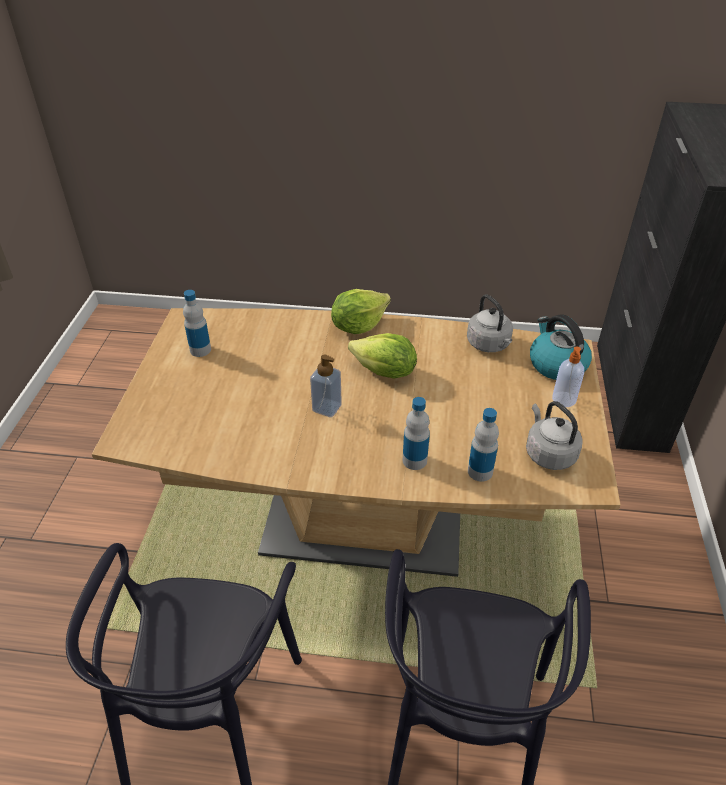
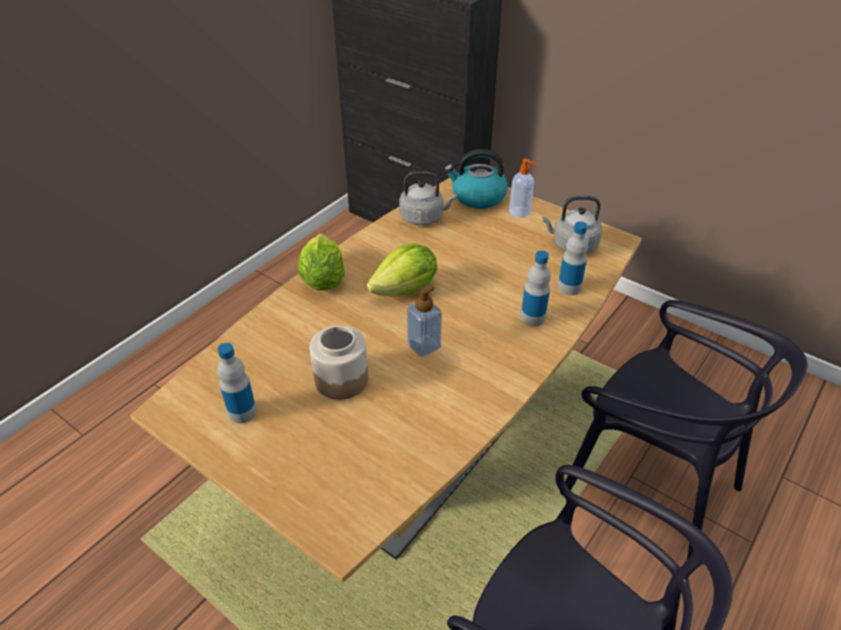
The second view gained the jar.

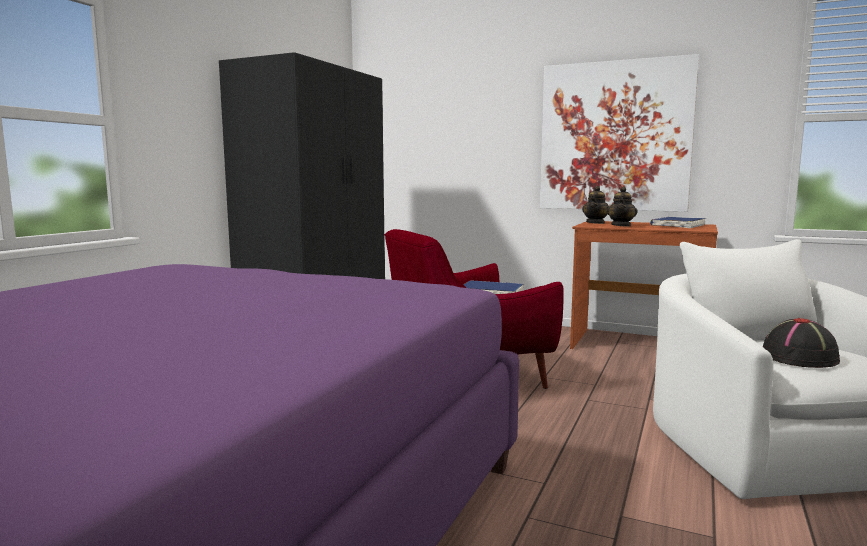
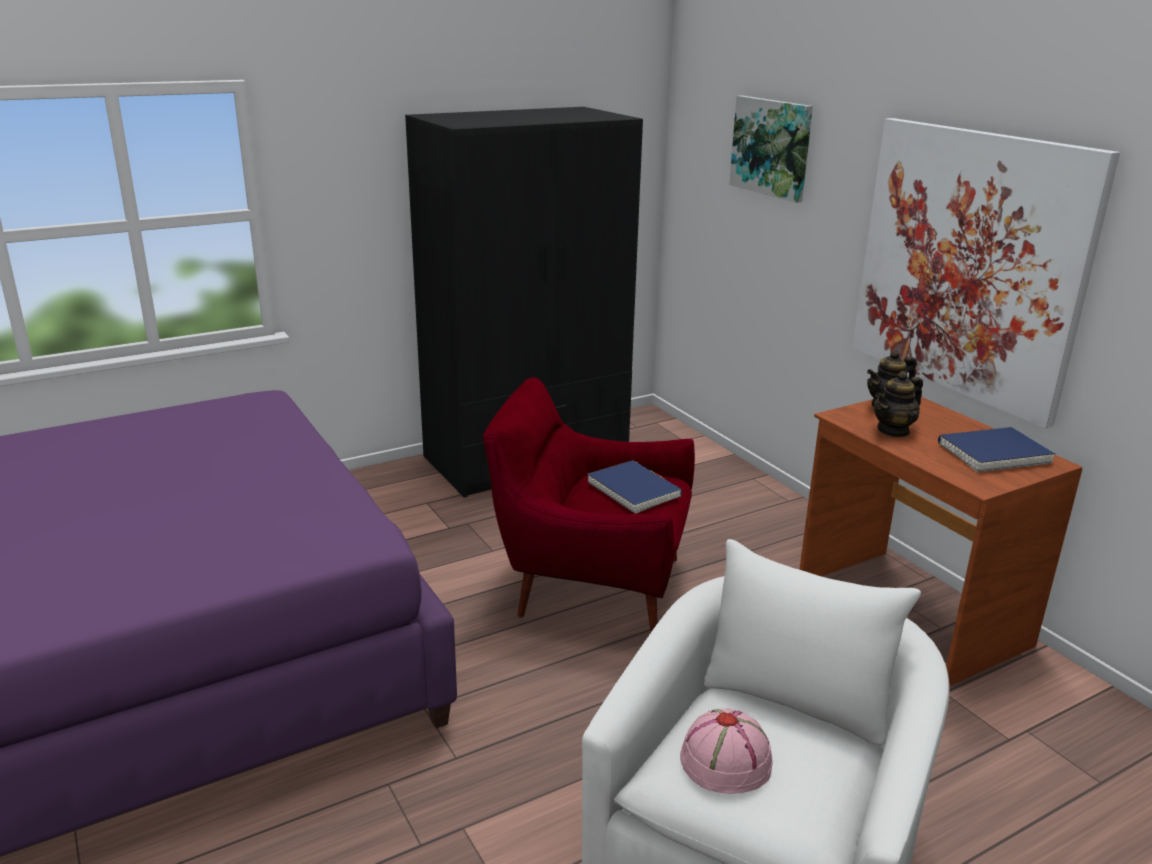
What was the black hat turned into the pink hat.
The second view gained the picture (1st from left).

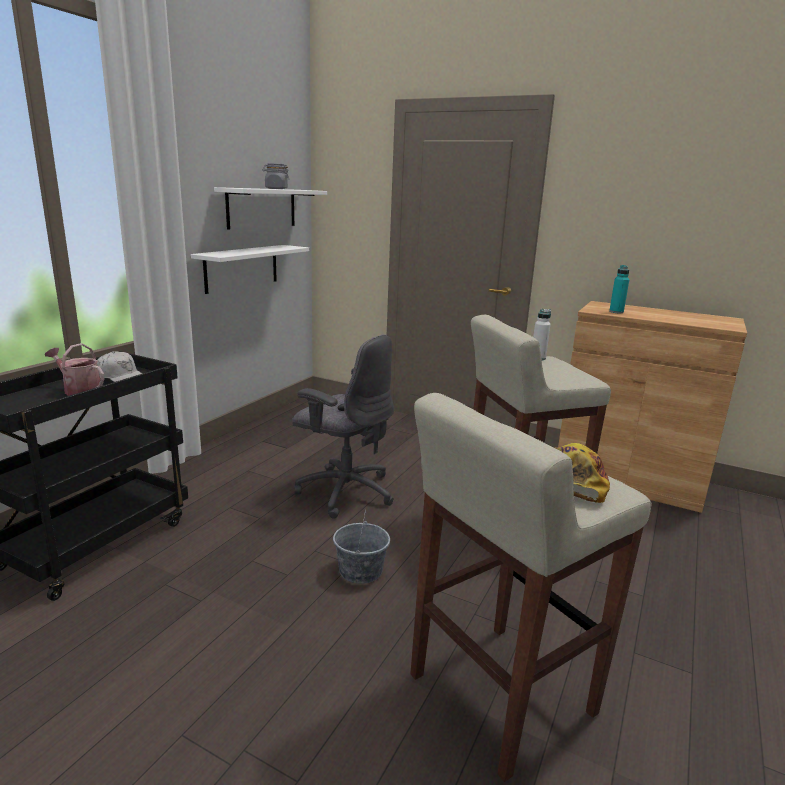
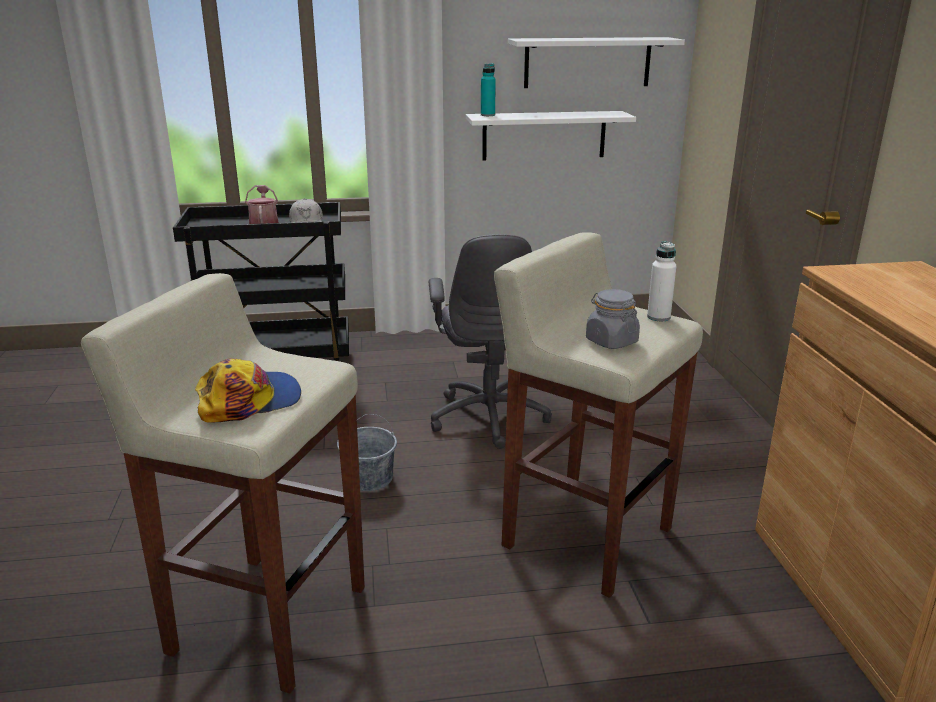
The turquoise bottle ended up elsewhere.
The grey jar ended up elsewhere.

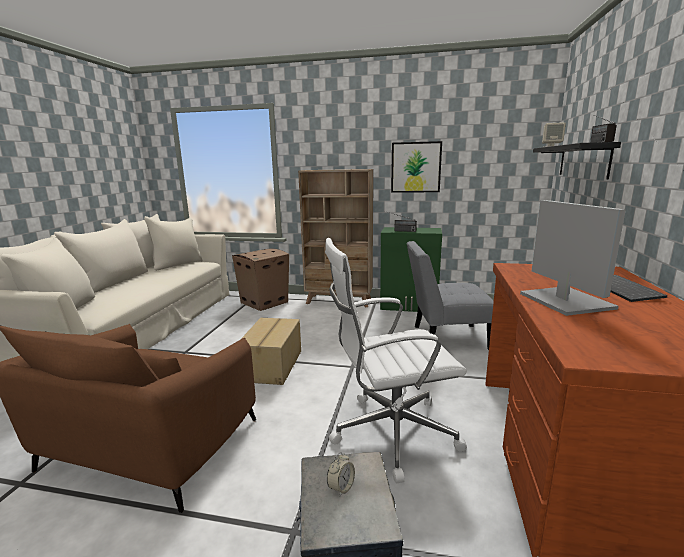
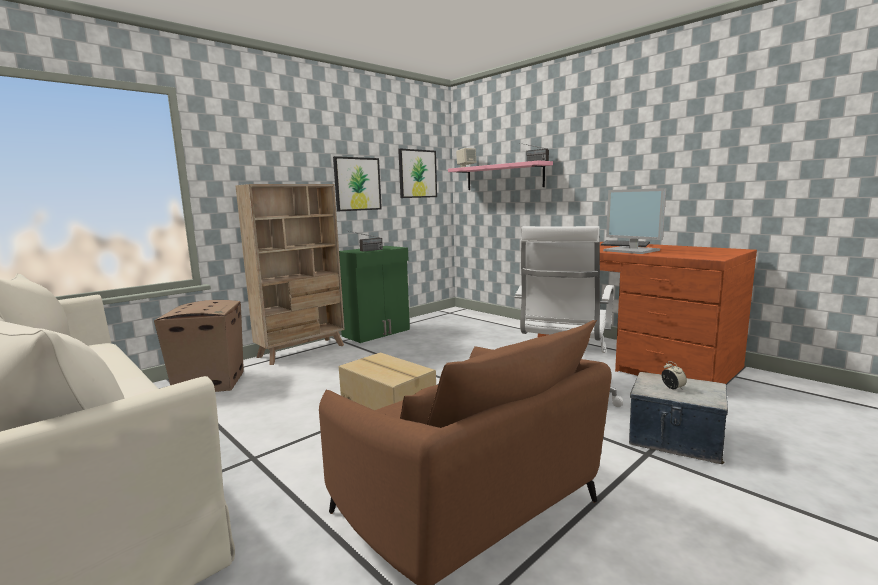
The second view gained the picture (2nd from left).
What was the black shelf turned into the pink shelf.
The monitor ended up facing another way, 150 degrees counterclockwise from before.
The second view lost the grey chair.

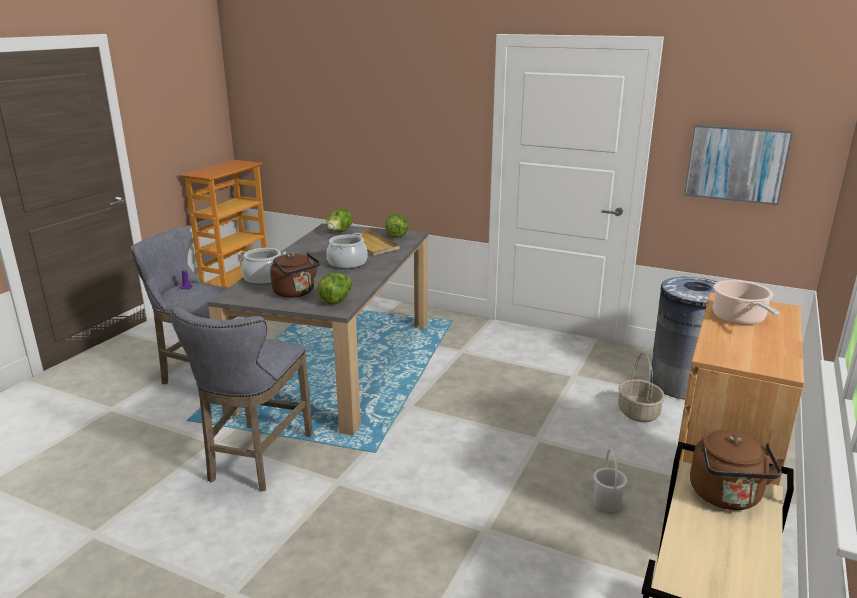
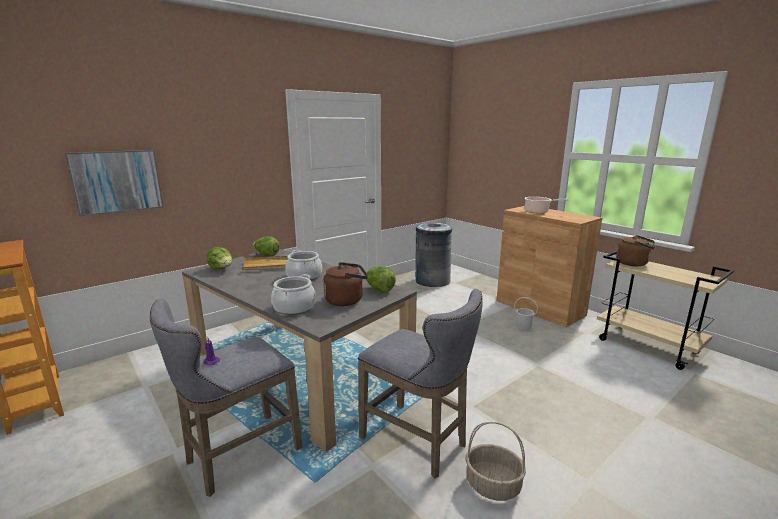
The picture ended up elsewhere.
The basket ended up elsewhere.

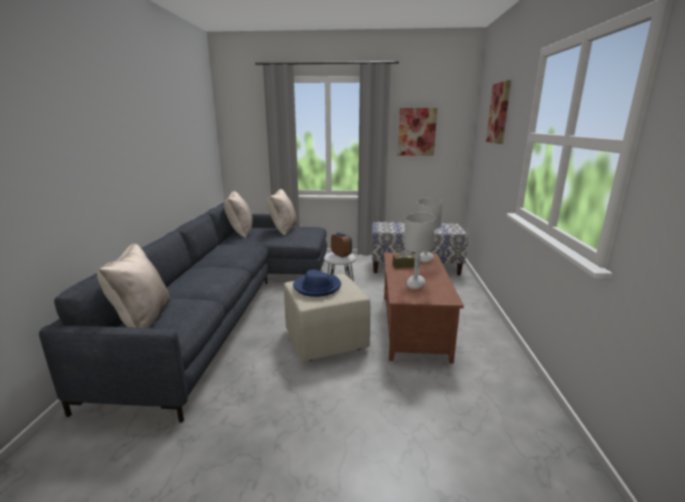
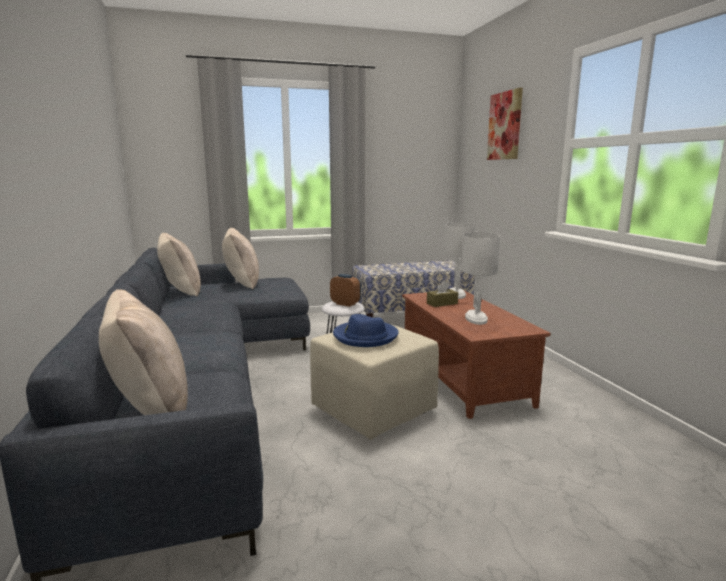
The second view lost the picture (1st from left).

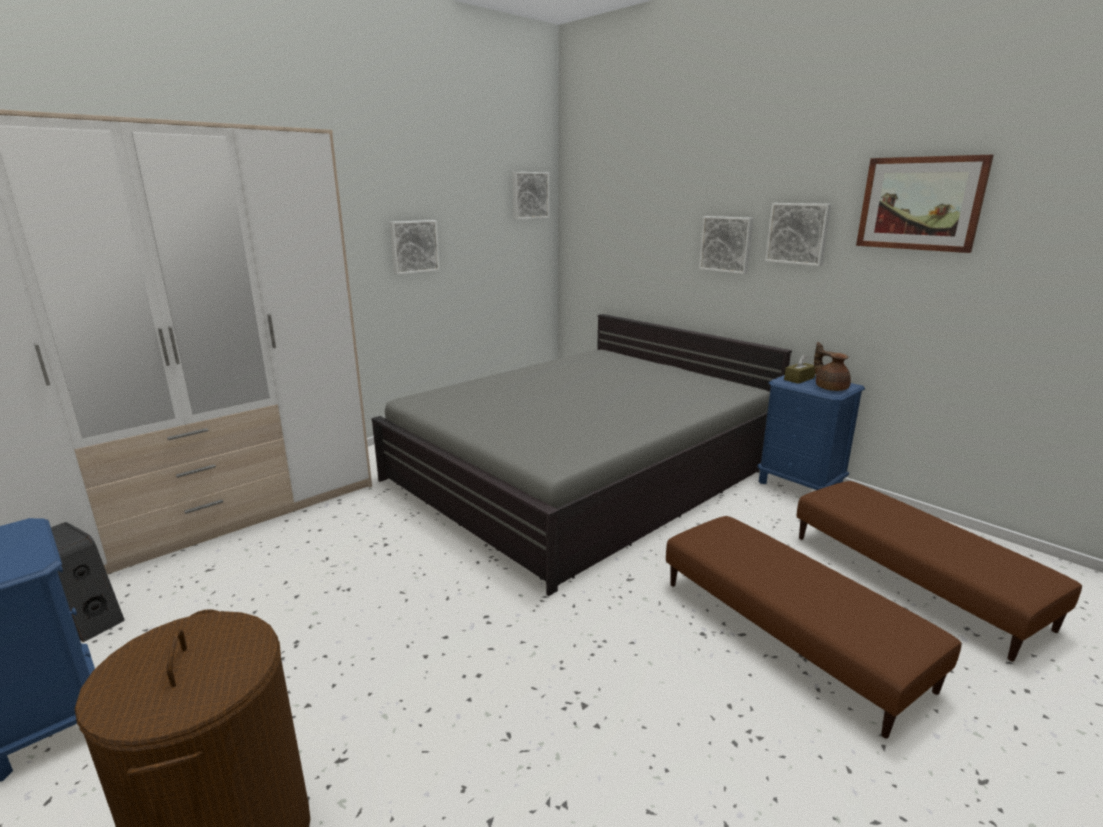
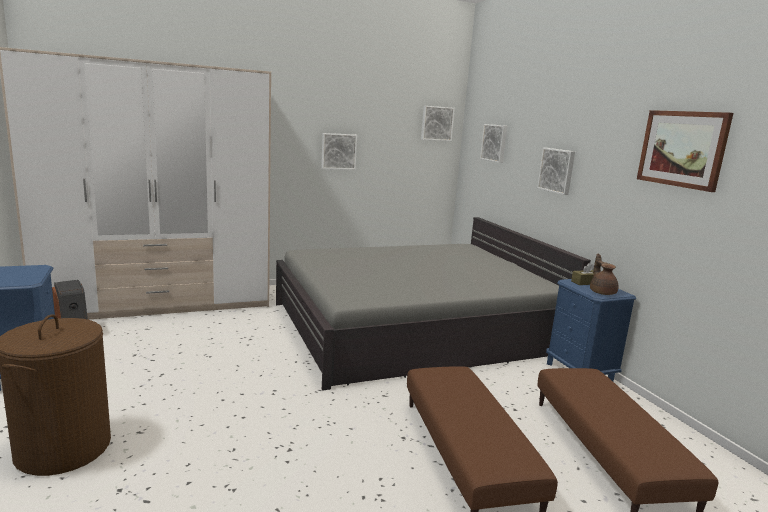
The picture (4th from left in the first image) ended up elsewhere.

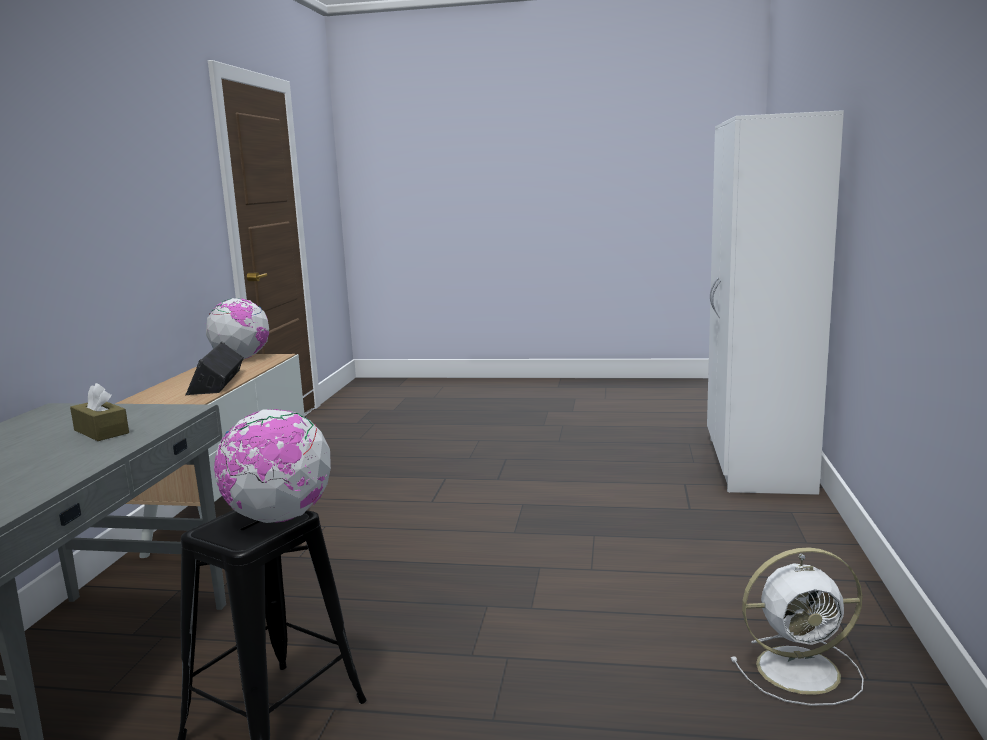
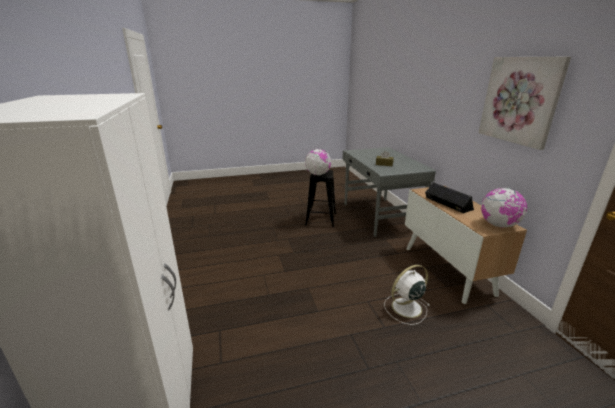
The white fan ended up elsewhere.
The second view gained the picture.

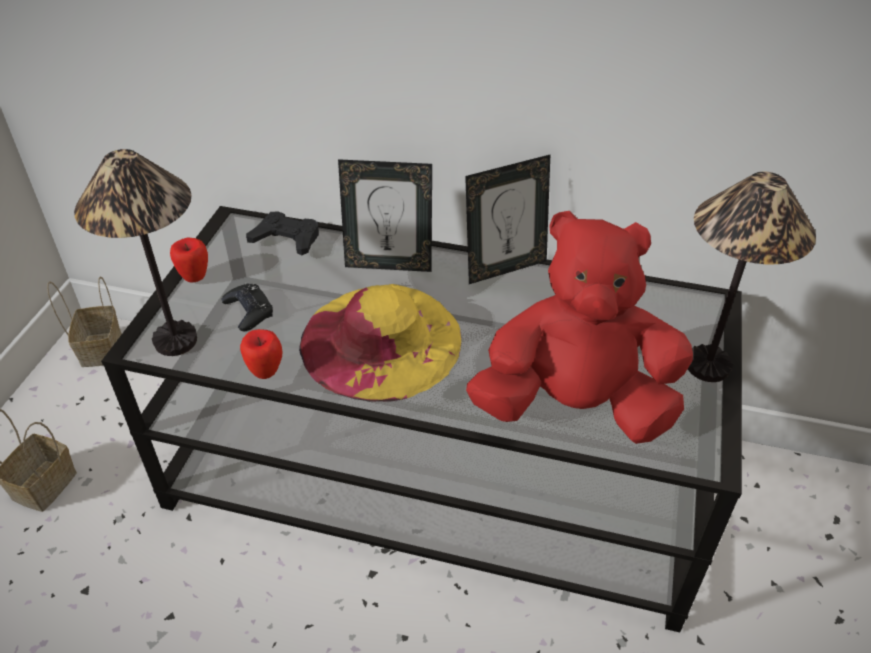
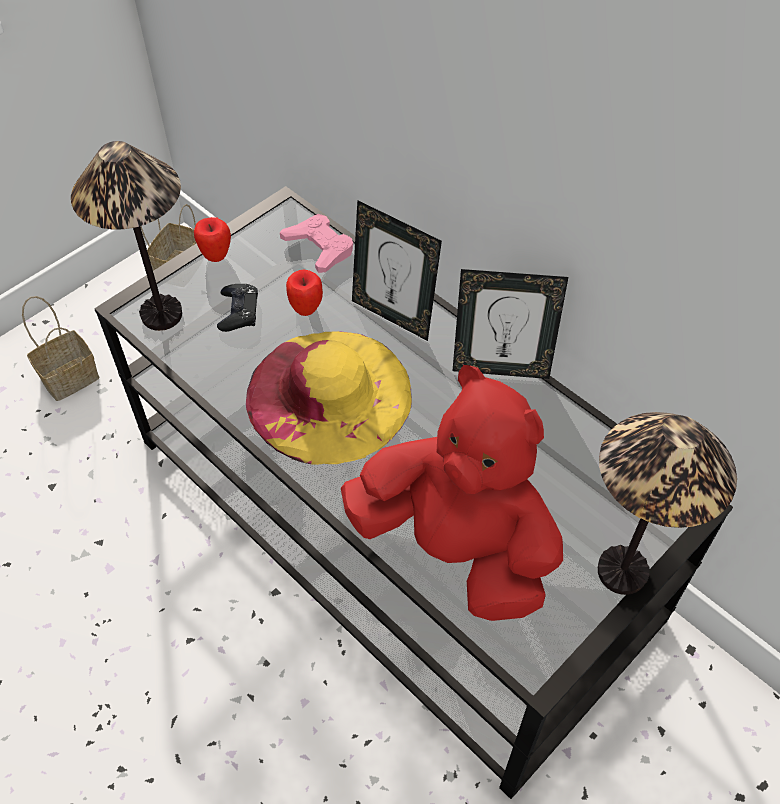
What was the black game controller (2nd from left) turned into the pink game controller.
The apple (2nd from left) ended up elsewhere.

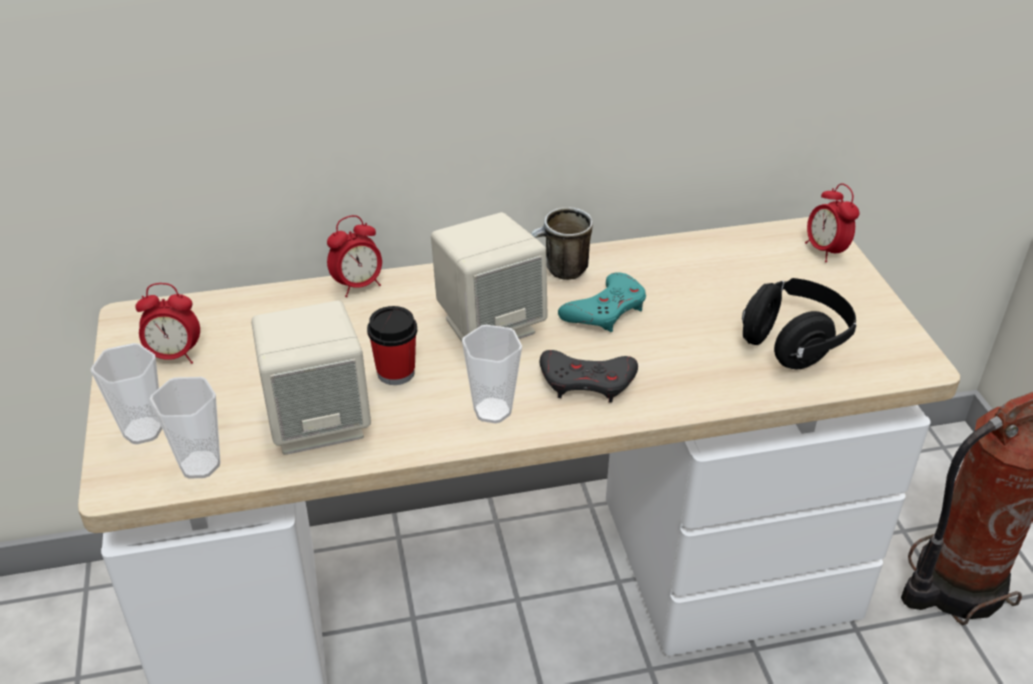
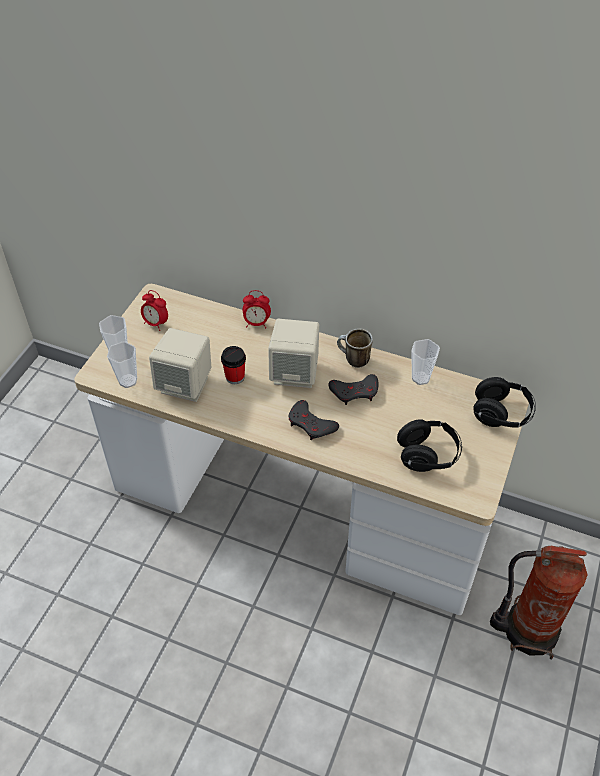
What was the turquoise game controller turned into the grey game controller (2nd from left).
The cup (4th from left) ended up elsewhere.
Where the alarm clock (3rd from left) stood, the black headphones (2nd from left) came to stand.

